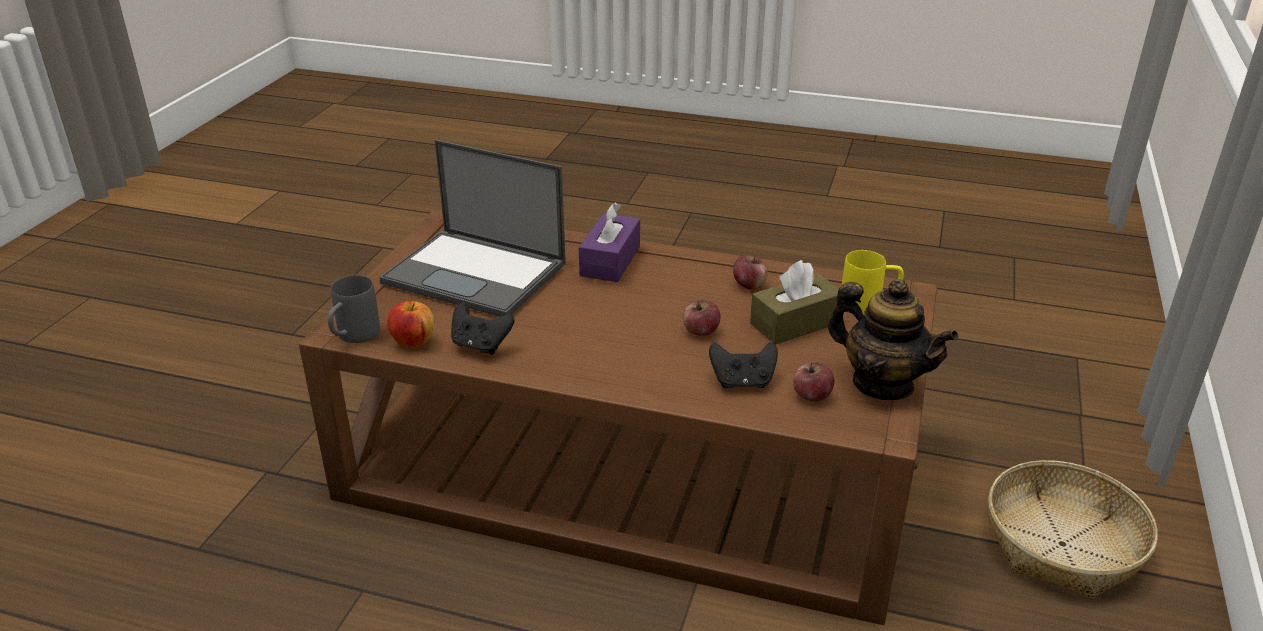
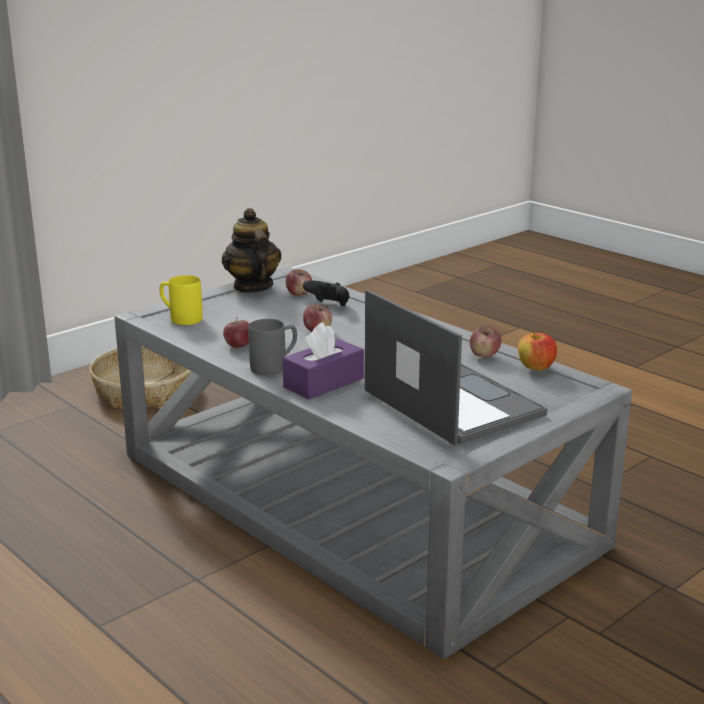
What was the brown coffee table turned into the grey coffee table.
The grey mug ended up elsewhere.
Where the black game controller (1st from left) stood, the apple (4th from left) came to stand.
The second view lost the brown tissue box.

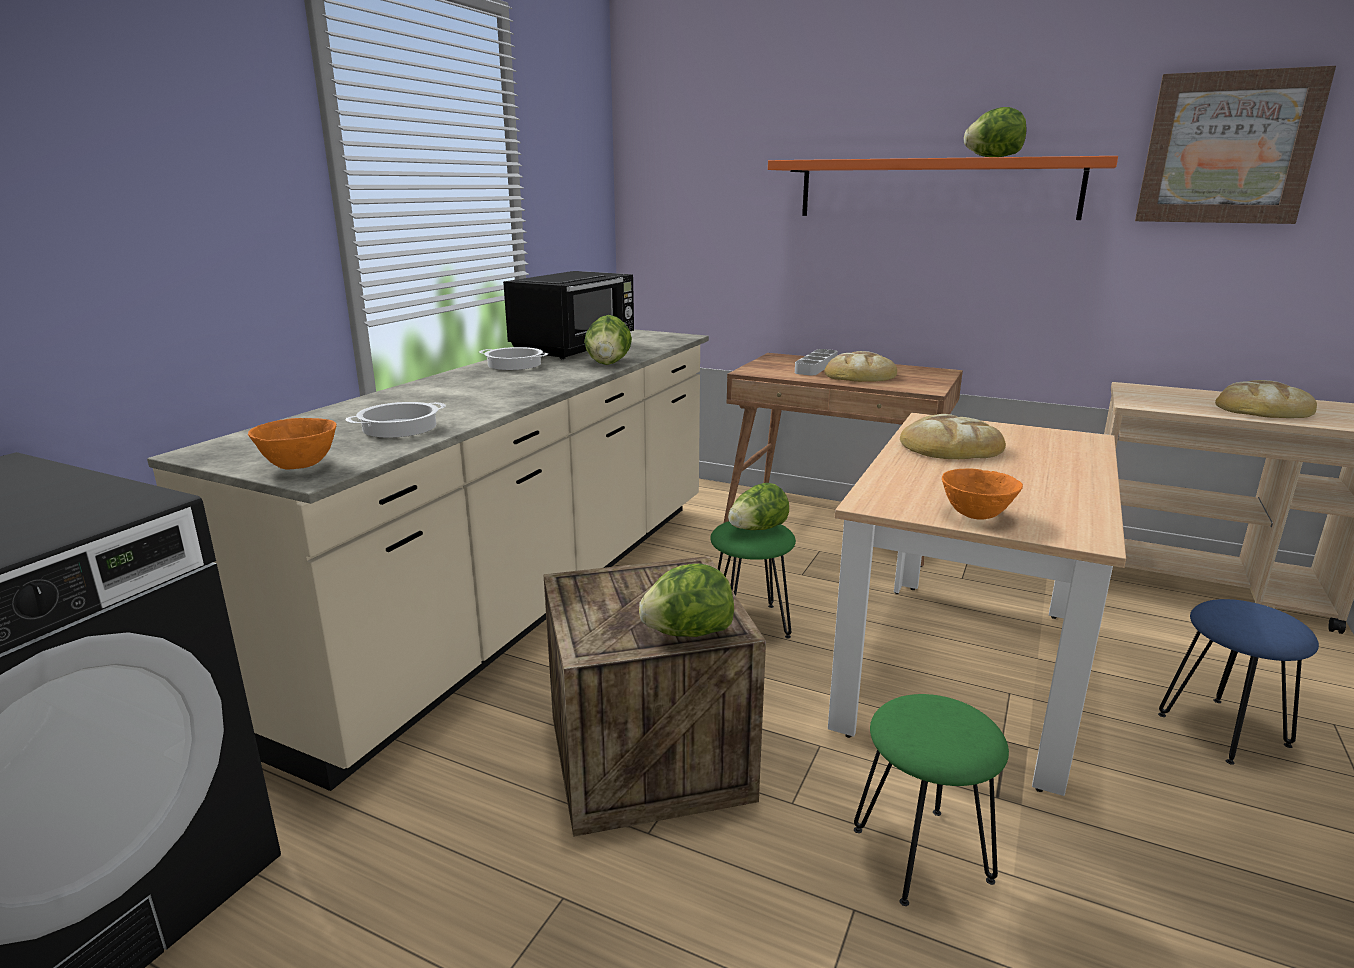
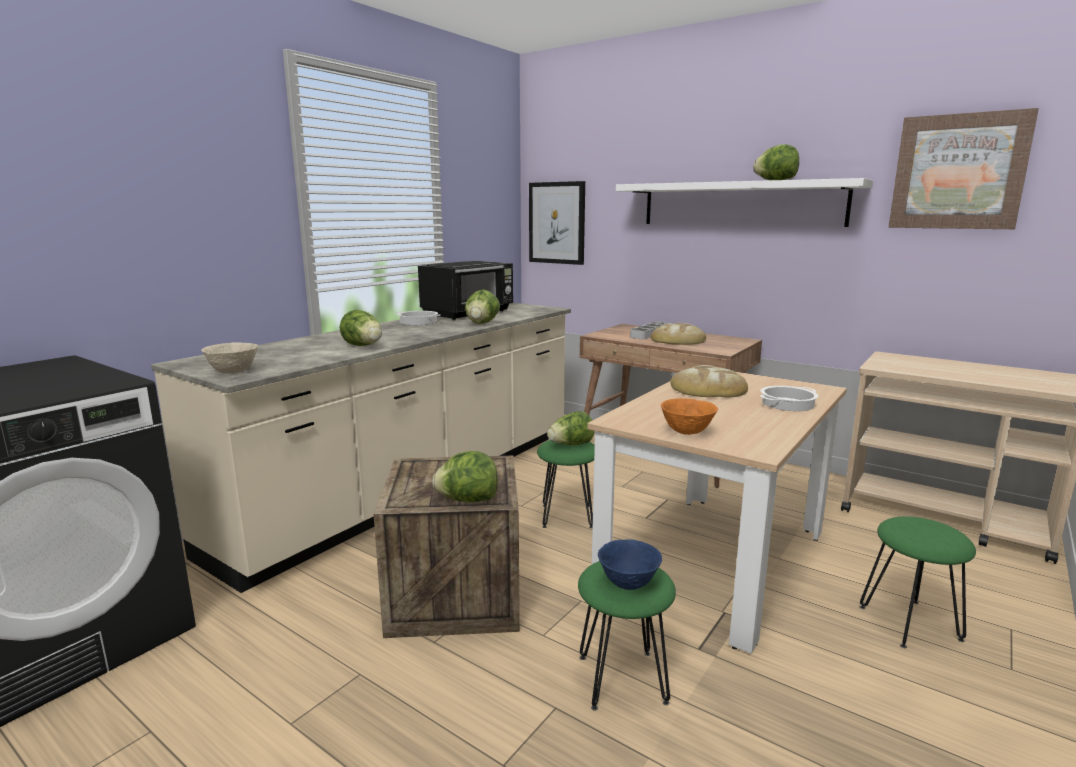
What was the orange bowl (1st from left) turned into the beige bowl.
The second view gained the lettuce (1st from left).
The second view gained the picture (1st from left).
The second view gained the blue bowl.
What was the orange shelf turned into the white shelf.
The cooking pot (1st from left in the first image) ended up elsewhere.
What was the blue stool turned into the green stool (3rd from left).
The second view lost the bread (3rd from left).

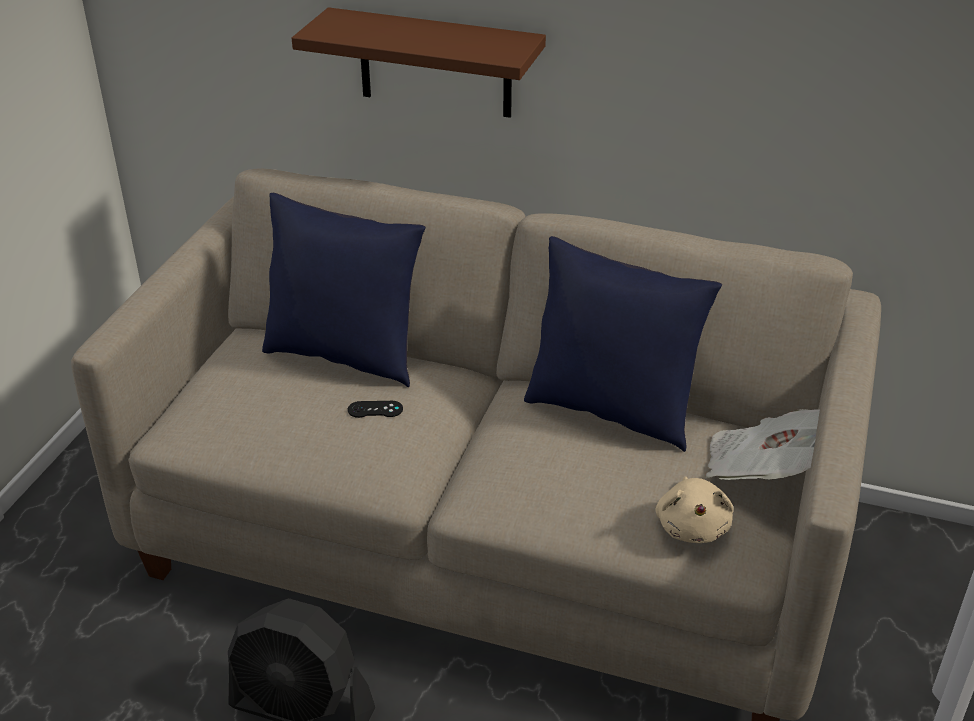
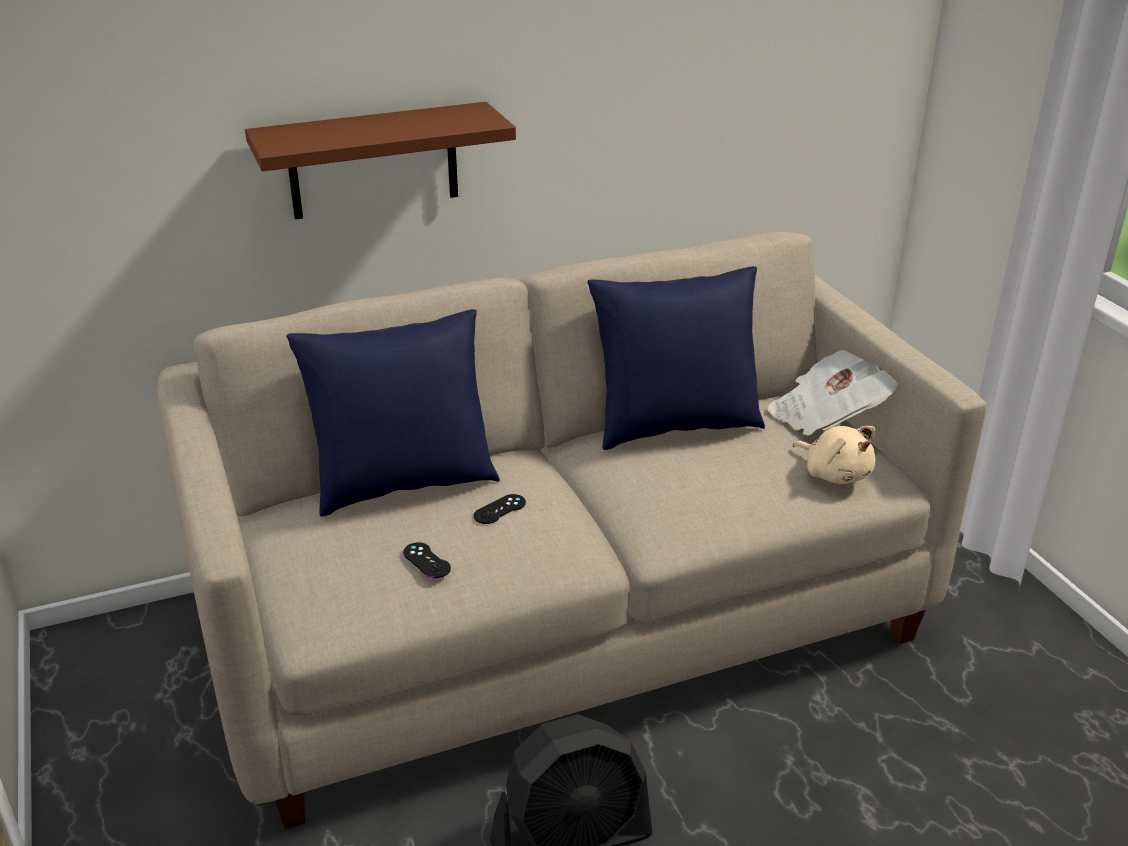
The second view gained the black game controller (1st from left).

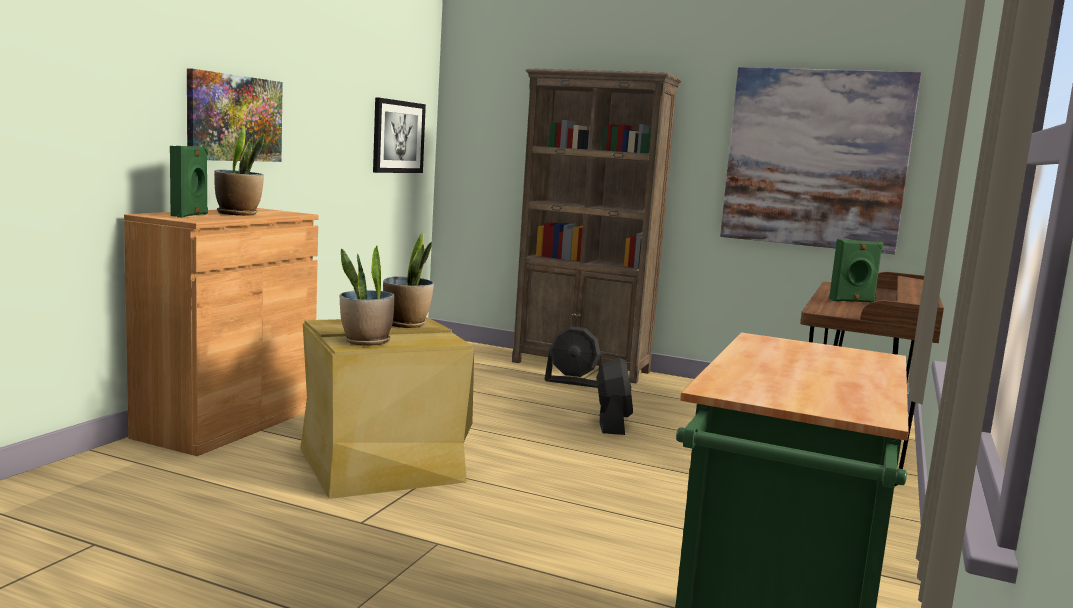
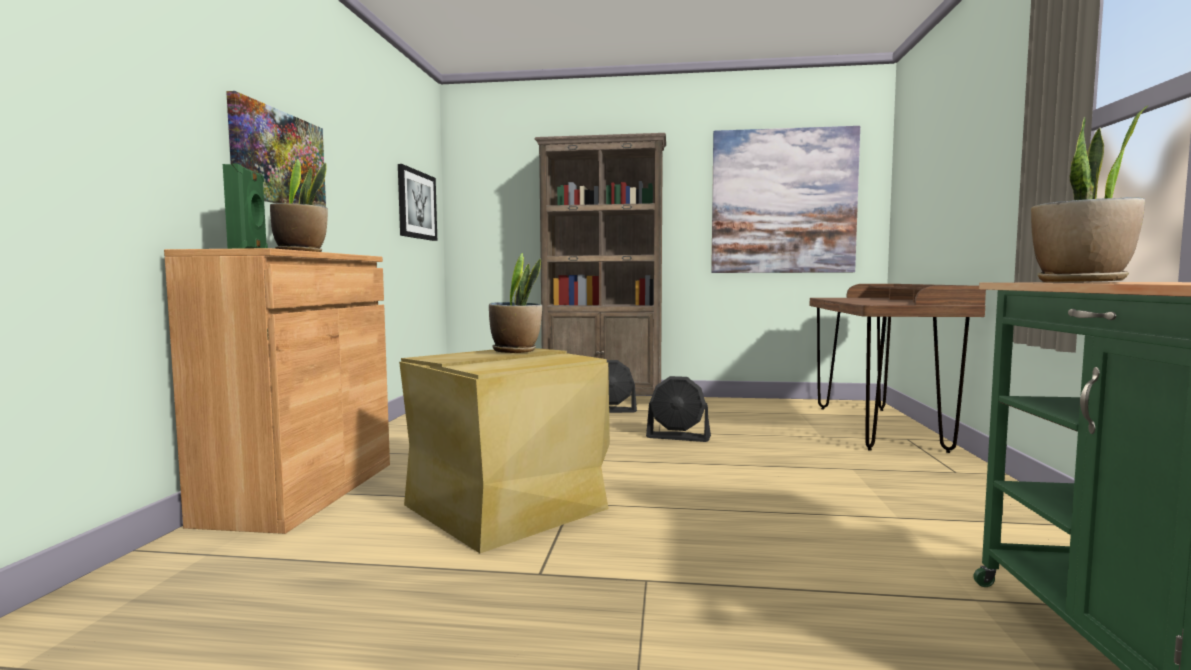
The black fan (2nd from left) ended up facing another way, 120 degrees clockwise from before.
The potted plant (2nd from left in the first image) ended up elsewhere.
The second view lost the green speaker (2nd from left).

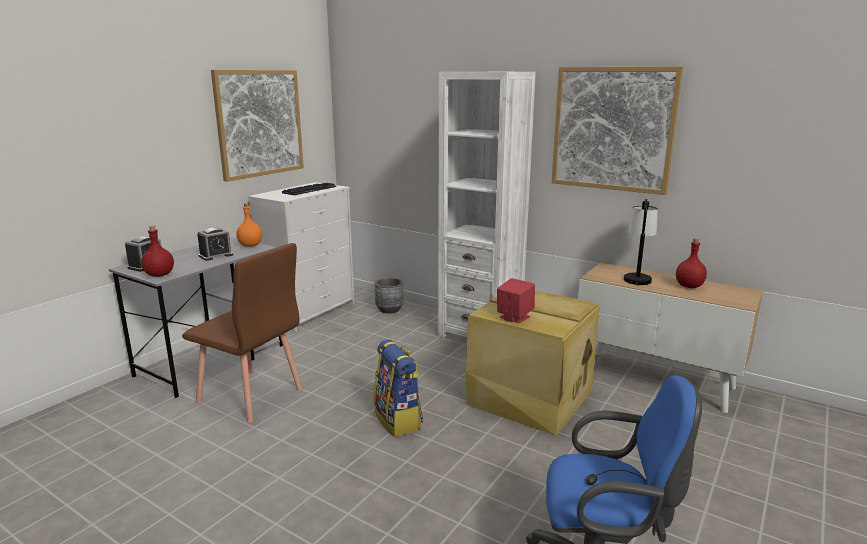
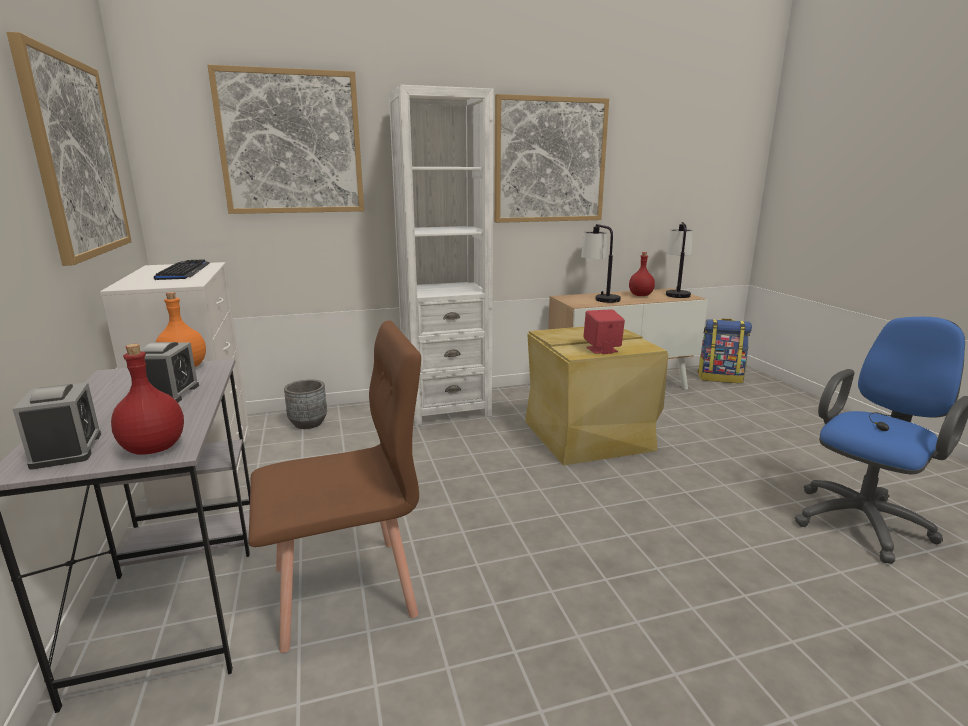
The second view gained the picture (2nd from left).
The second view gained the table lamp (2nd from left).
The backpack ended up elsewhere.

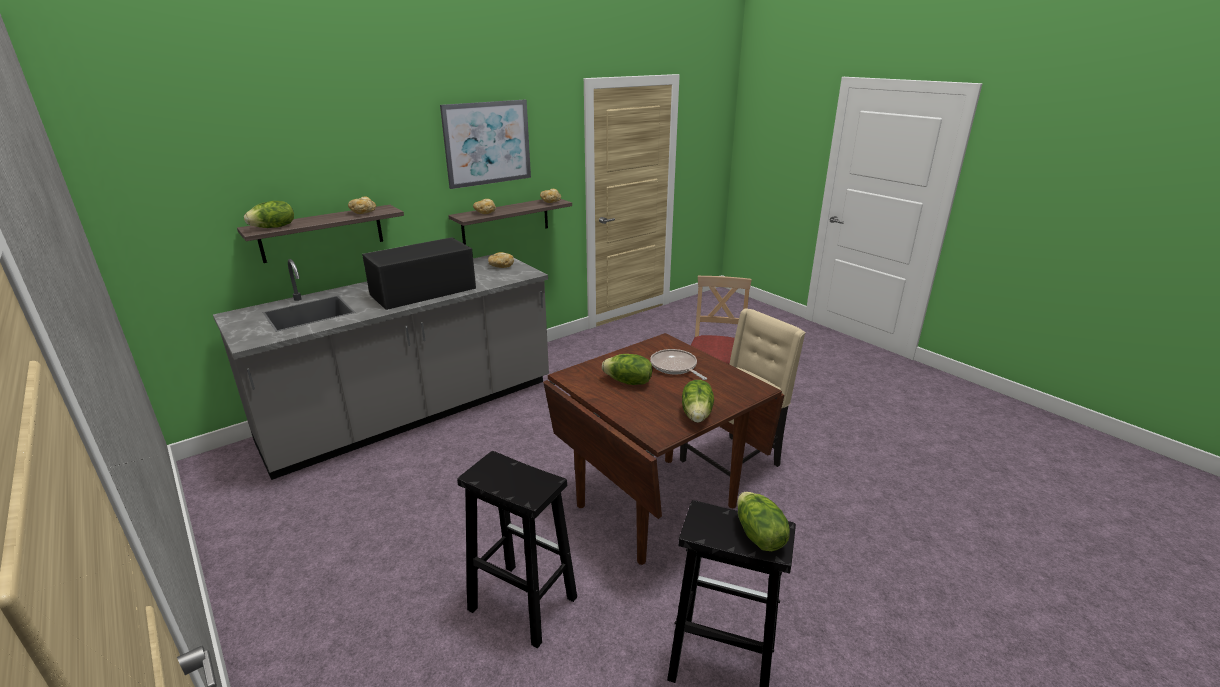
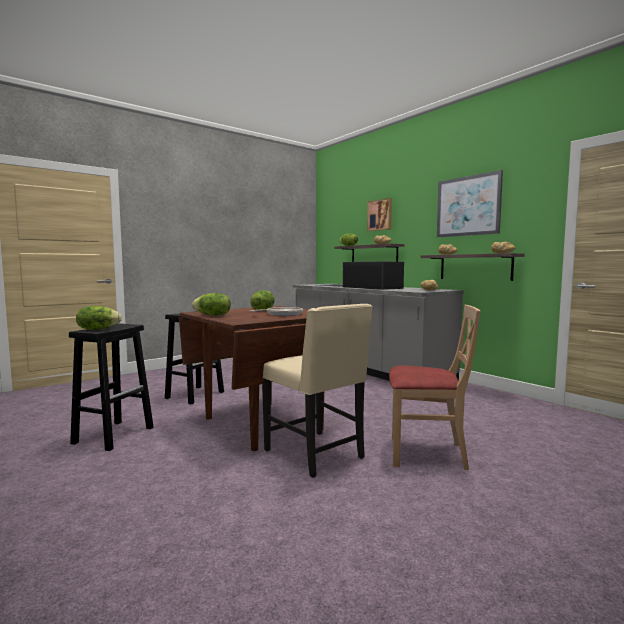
The second view gained the picture (1st from left).

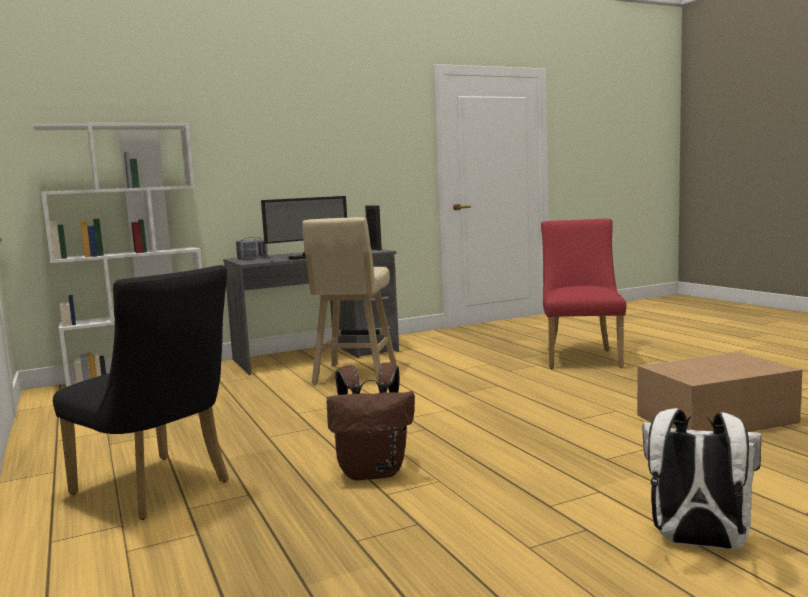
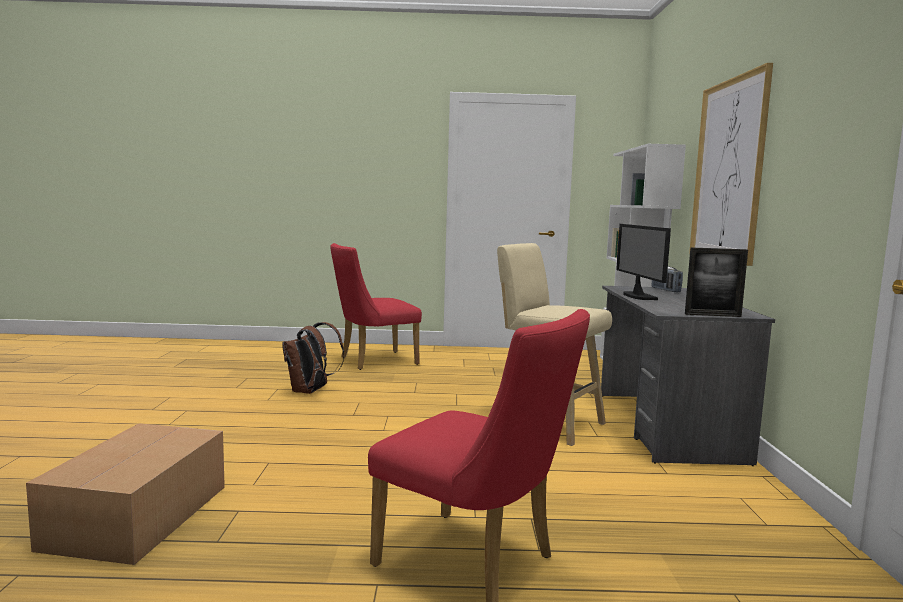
What was the black chair turned into the red chair (1st from left).
The second view gained the picture.
The second view lost the white backpack.

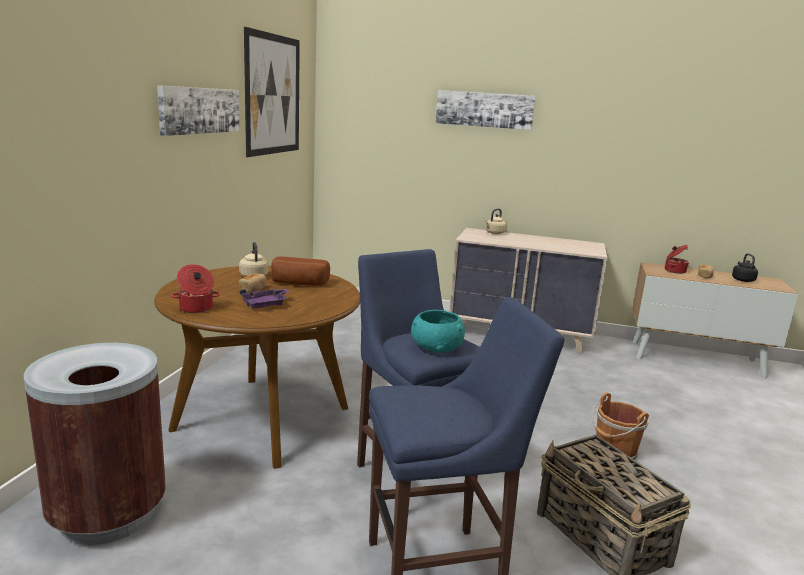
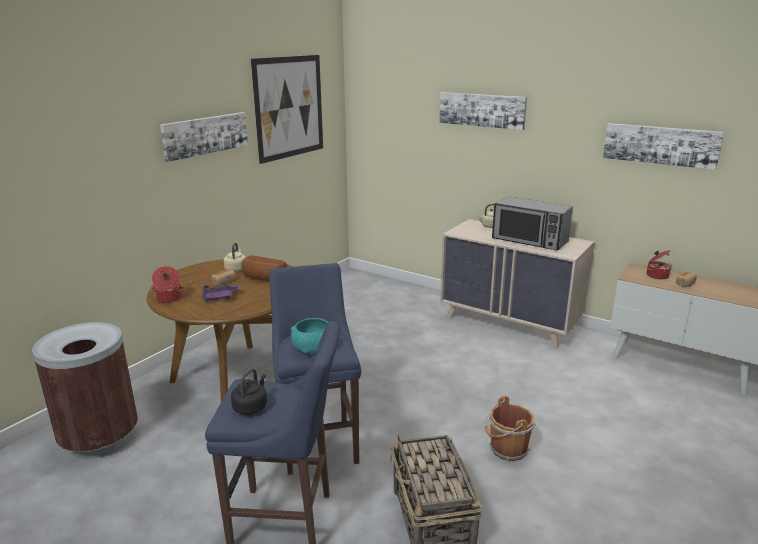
The black kettle ended up elsewhere.
The second view gained the microwave.
The second view gained the picture (4th from left).

